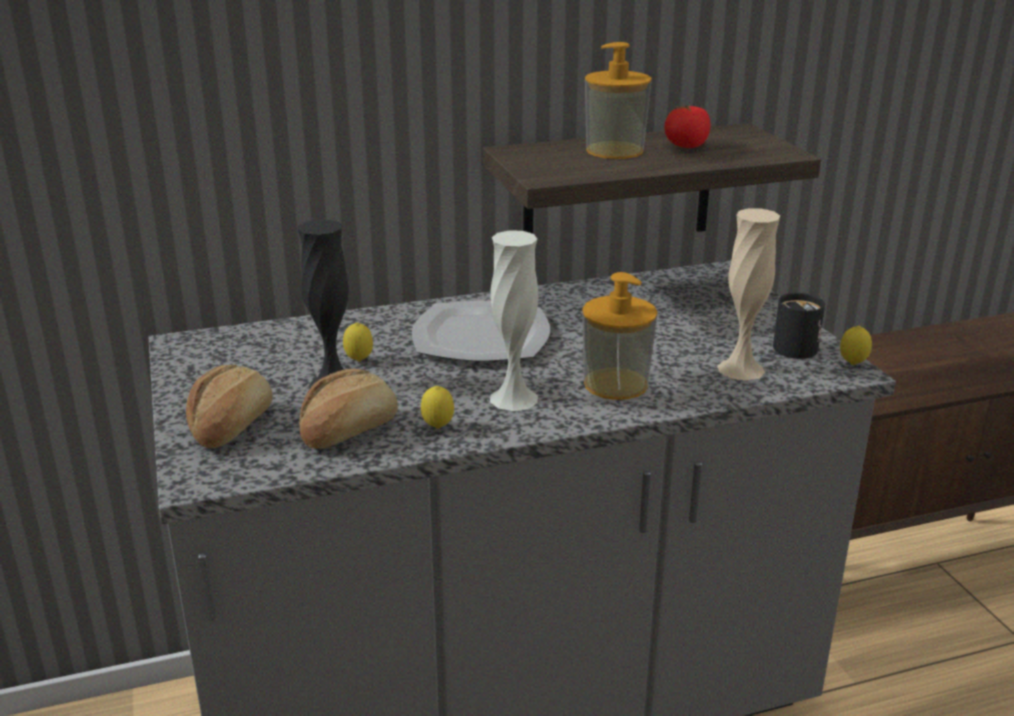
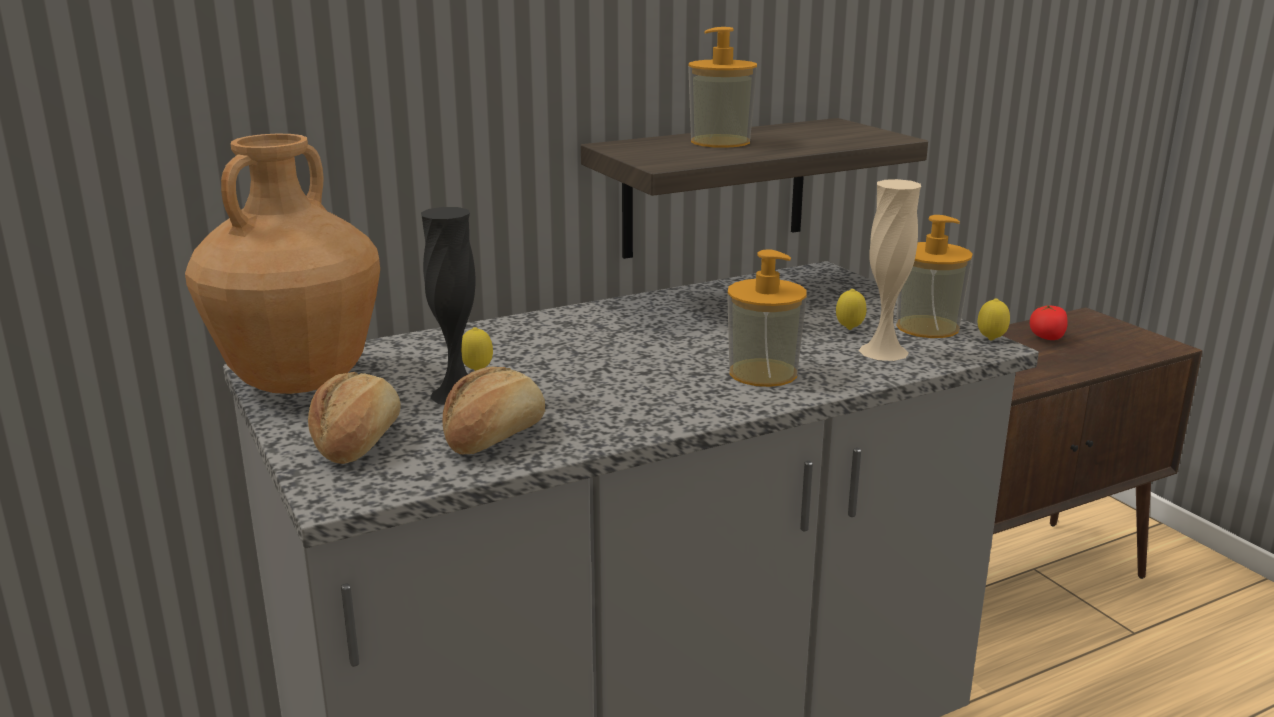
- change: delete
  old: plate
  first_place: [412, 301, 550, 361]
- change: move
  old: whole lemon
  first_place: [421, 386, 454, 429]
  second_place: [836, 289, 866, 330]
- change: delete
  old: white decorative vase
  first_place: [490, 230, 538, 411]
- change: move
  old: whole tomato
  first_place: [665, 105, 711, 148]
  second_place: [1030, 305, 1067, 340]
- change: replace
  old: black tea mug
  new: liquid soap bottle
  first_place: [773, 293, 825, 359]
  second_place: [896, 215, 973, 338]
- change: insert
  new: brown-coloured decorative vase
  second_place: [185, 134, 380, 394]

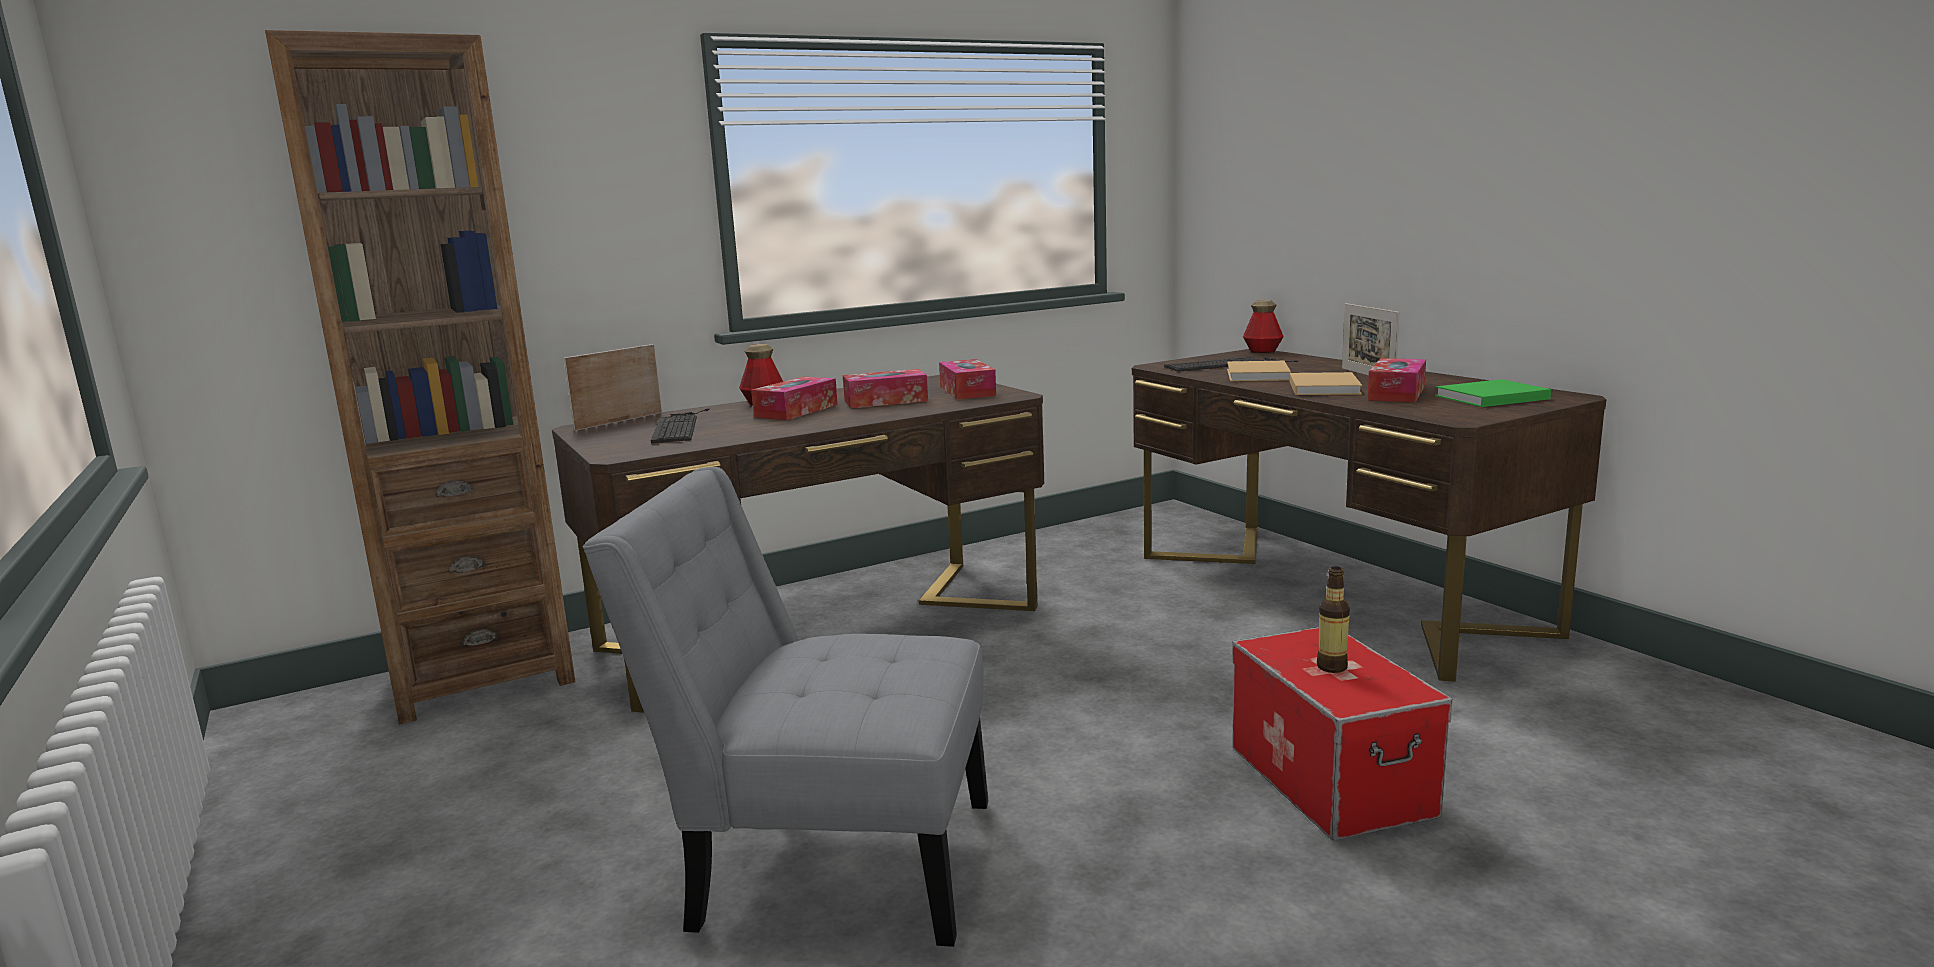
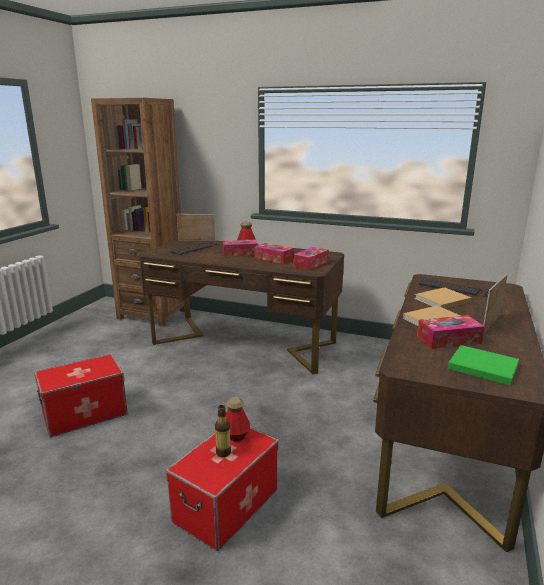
- change: replace
  old: grey chair
  new: storage bin
  first_place: [583, 467, 988, 947]
  second_place: [34, 354, 128, 437]
- change: move
  old: beverage bottle
  first_place: [1243, 300, 1284, 353]
  second_place: [226, 397, 250, 441]

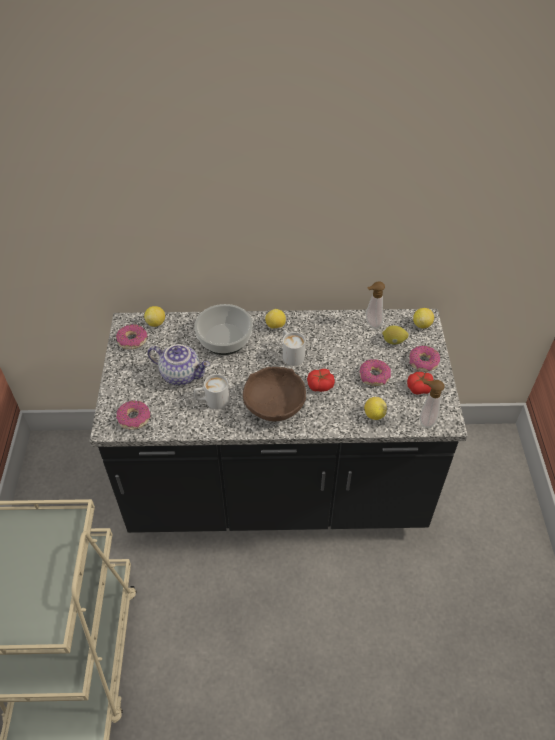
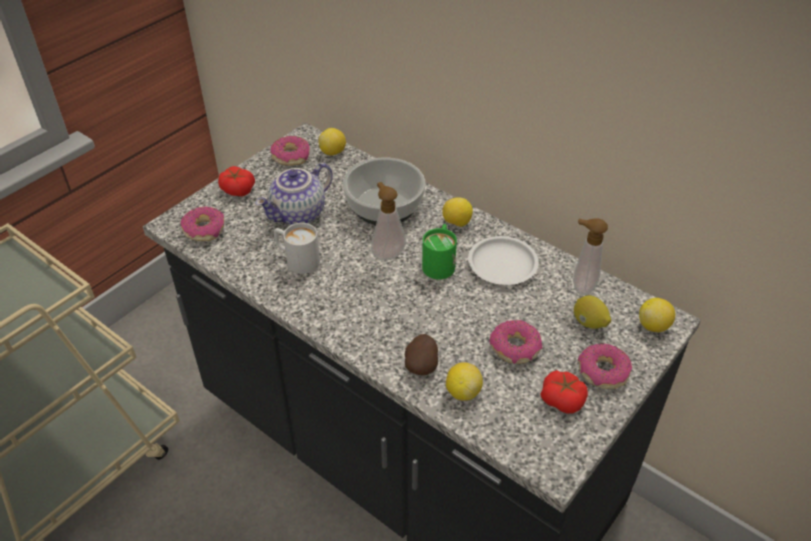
- change: rotate
  old: teapot
  first_place: [148, 344, 210, 385]
  second_place: [256, 163, 333, 225]
  degrees: 75
- change: delete
  old: brown-coloured deep dish
  first_place: [243, 367, 306, 422]
- change: recolor
  old: white tea mug
  new: green-coloured tea mug
  first_place: [283, 330, 306, 366]
  second_place: [422, 224, 457, 279]
- change: move
  old: whole tomato
  first_place: [307, 369, 335, 392]
  second_place: [218, 166, 255, 197]
- change: move
  old: liquid soap bottle
  first_place: [420, 380, 444, 428]
  second_place: [371, 182, 406, 260]
- change: insert
  new: spud
  second_place: [405, 334, 438, 375]
- change: insert
  new: white plate
  second_place: [468, 236, 539, 285]

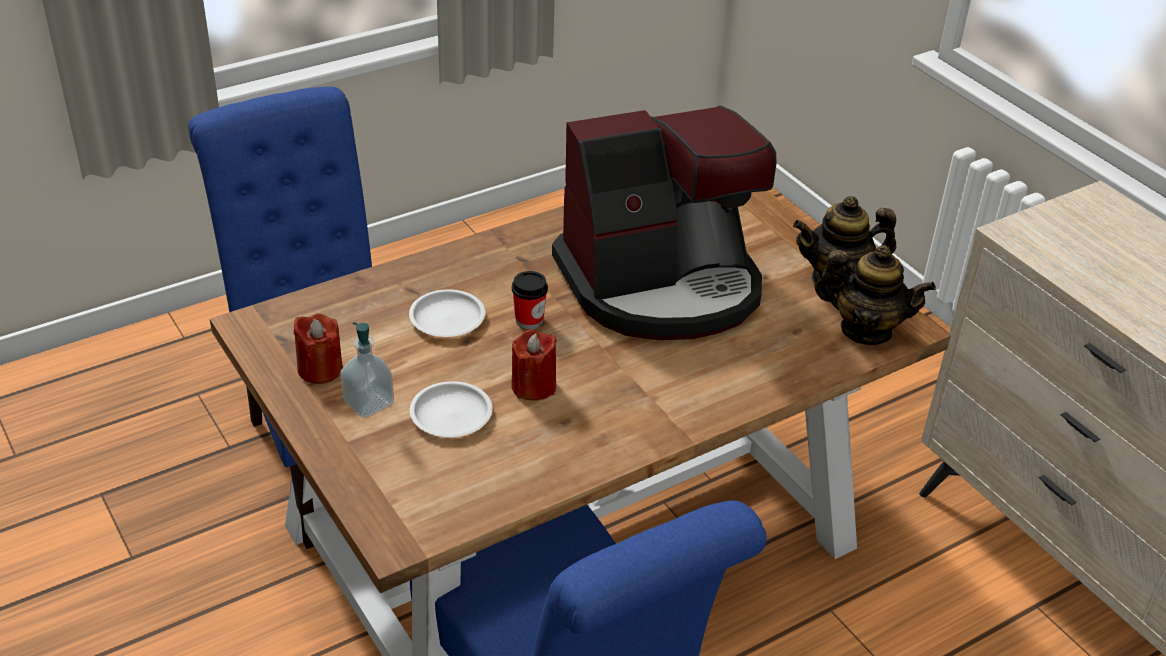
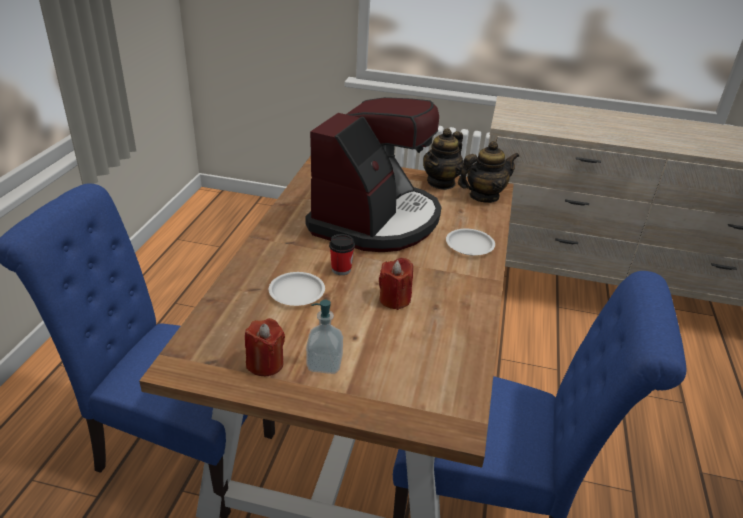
- change: move
  old: white plate
  first_place: [410, 381, 492, 437]
  second_place: [446, 229, 495, 255]

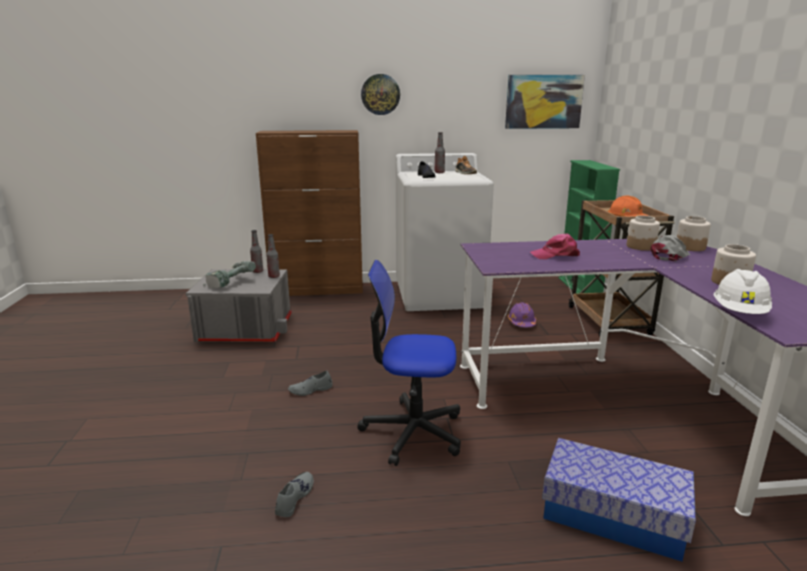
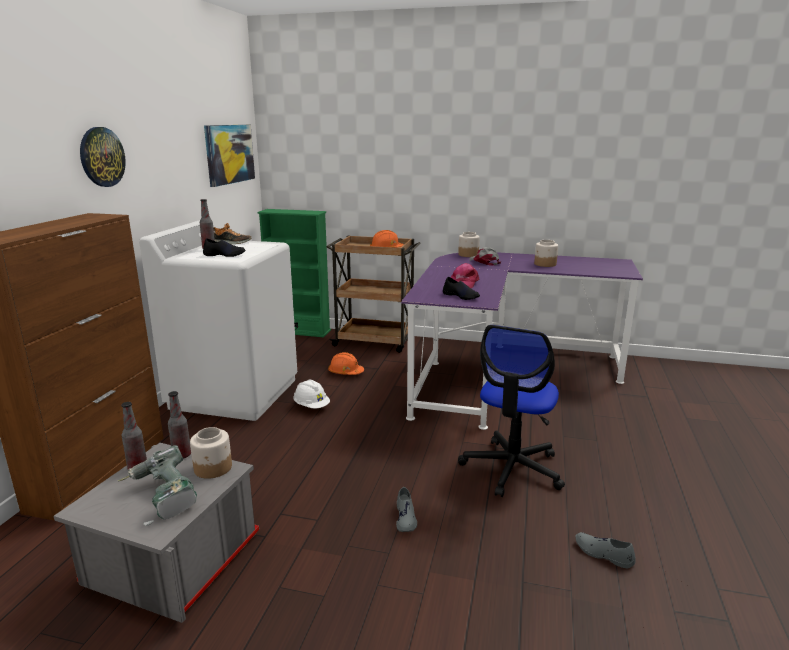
- change: recolor
  old: purplish safety helmet
  new: orange safety helmet
  first_place: [508, 302, 536, 327]
  second_place: [328, 352, 364, 375]
- change: delete
  old: storage bin
  first_place: [542, 438, 696, 561]
- change: move
  old: jar
  first_place: [627, 215, 660, 251]
  second_place: [190, 427, 232, 479]
- change: move
  old: white safety helmet
  first_place: [714, 269, 772, 314]
  second_place: [293, 380, 330, 409]
- change: insert
  new: black item of footwear
  second_place: [443, 277, 480, 300]

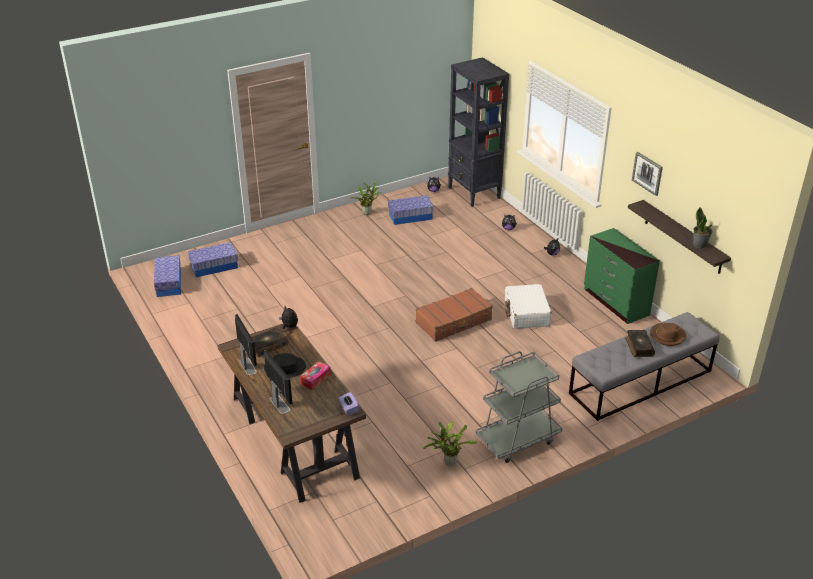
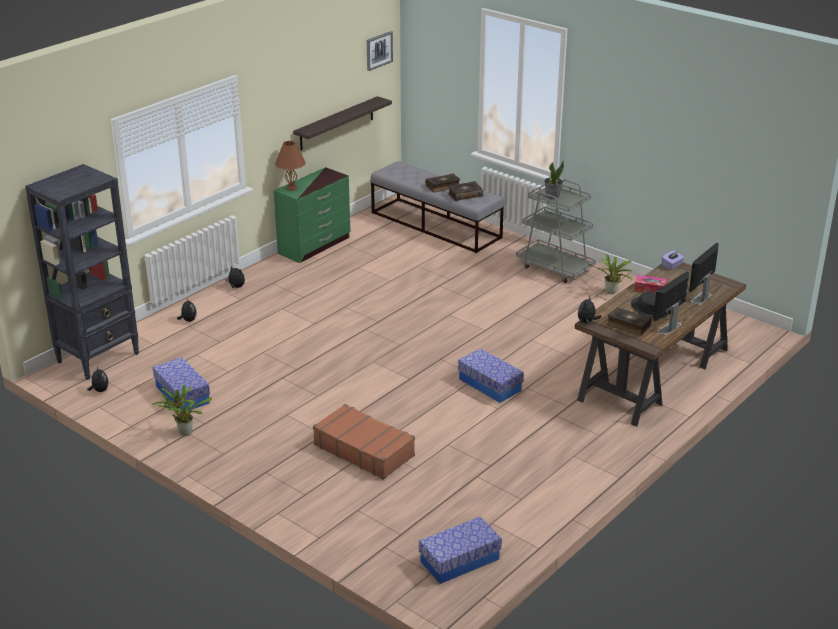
- change: move
  old: storage bin
  first_place: [188, 242, 238, 277]
  second_place: [458, 349, 524, 403]
- change: move
  old: brown-coloured travel case
  first_place: [415, 288, 493, 342]
  second_place: [313, 404, 415, 480]
- change: delete
  old: white travel case
  first_place: [505, 284, 552, 329]
- change: move
  old: picture
  first_place: [632, 152, 663, 196]
  second_place: [367, 31, 393, 71]
- change: delete
  old: brown-coloured wearable hat
  first_place: [650, 323, 686, 346]
- change: move
  old: houseplant
  first_place: [693, 207, 713, 248]
  second_place: [544, 161, 564, 199]
- change: insert
  new: brown-coloured table lamp
  second_place: [275, 141, 306, 191]
- change: insert
  new: book
  second_place: [448, 181, 483, 201]

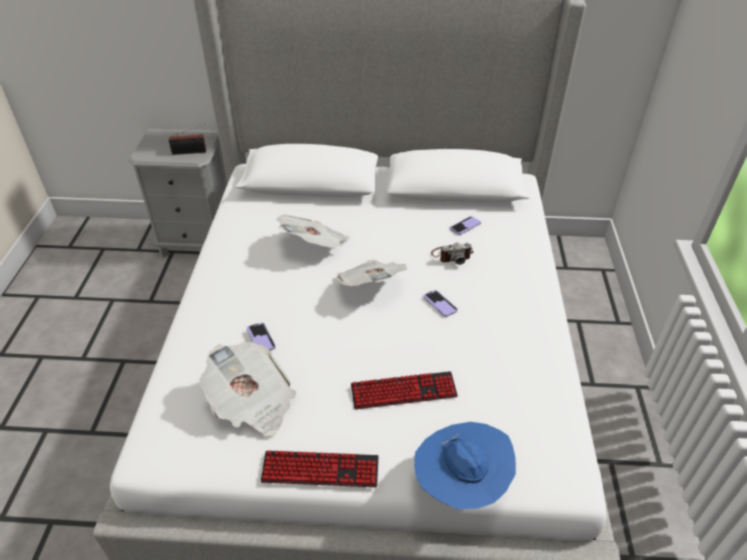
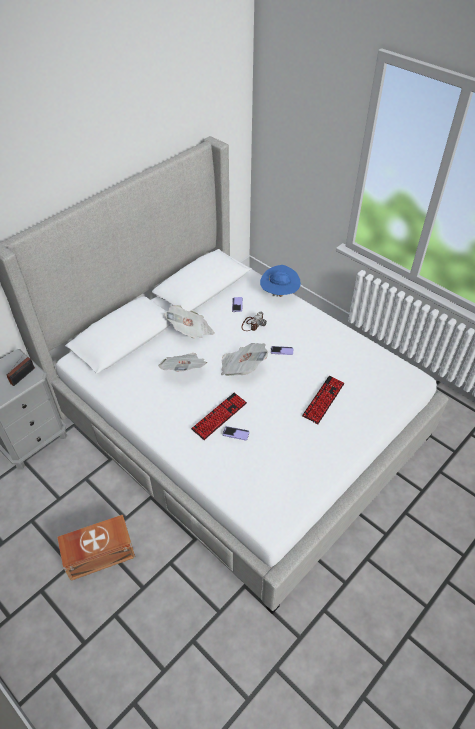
- change: move
  old: newspaper
  first_place: [199, 342, 296, 437]
  second_place: [164, 305, 215, 339]
- change: move
  old: computer keyboard
  first_place: [261, 450, 379, 487]
  second_place: [191, 393, 247, 440]
- change: move
  old: bluish wearable hat
  first_place: [414, 422, 516, 509]
  second_place: [260, 265, 301, 297]
- change: insert
  new: brown-coloured storage bin
  second_place: [57, 515, 135, 581]

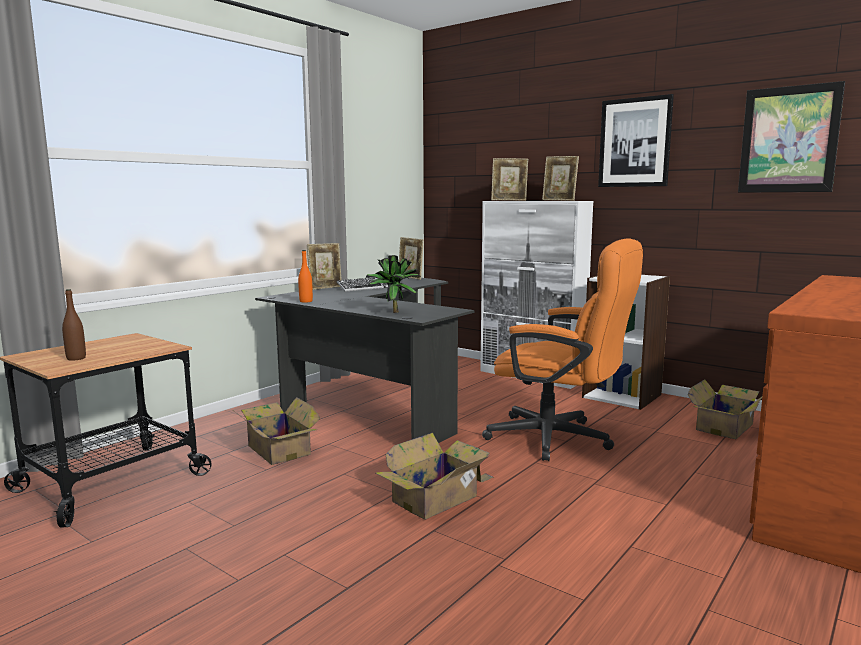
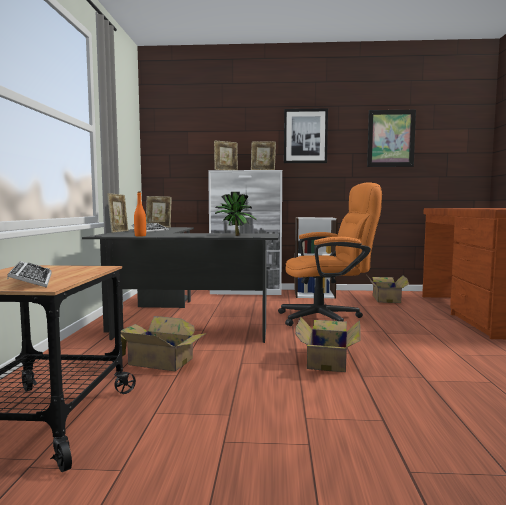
- change: replace
  old: brown-coloured beverage bottle
  new: computer keyboard
  first_place: [62, 289, 86, 361]
  second_place: [7, 261, 52, 288]

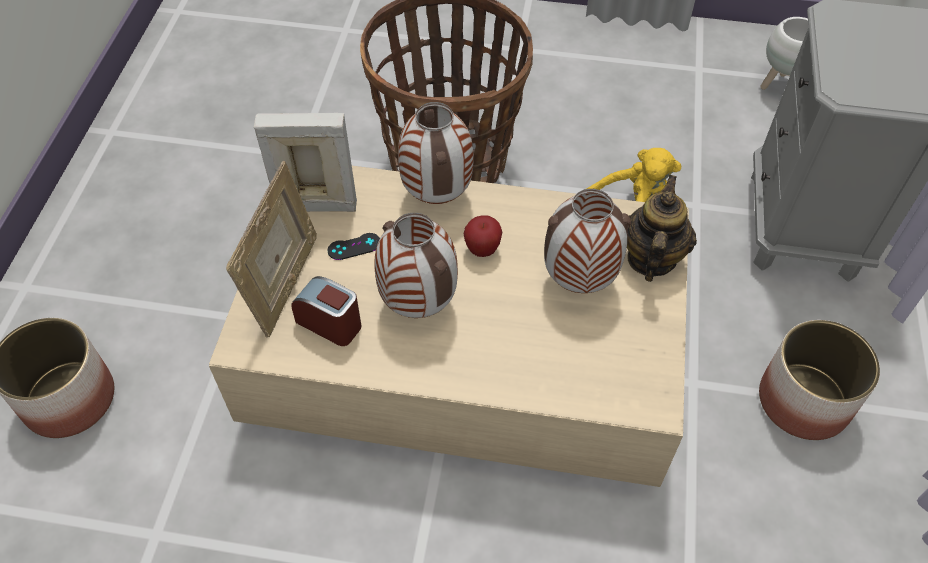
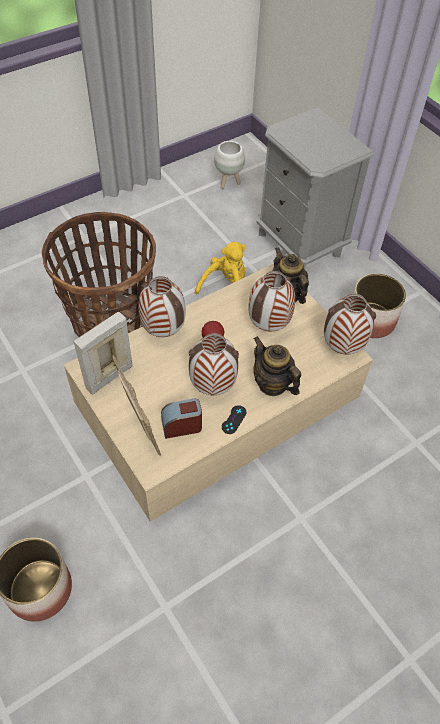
- change: move
  old: black gamepad
  first_place: [327, 233, 380, 260]
  second_place: [222, 405, 246, 434]
- change: insert
  new: teapot
  second_place: [254, 336, 301, 396]
- change: insert
  new: decorative vase
  second_place: [324, 294, 376, 354]

